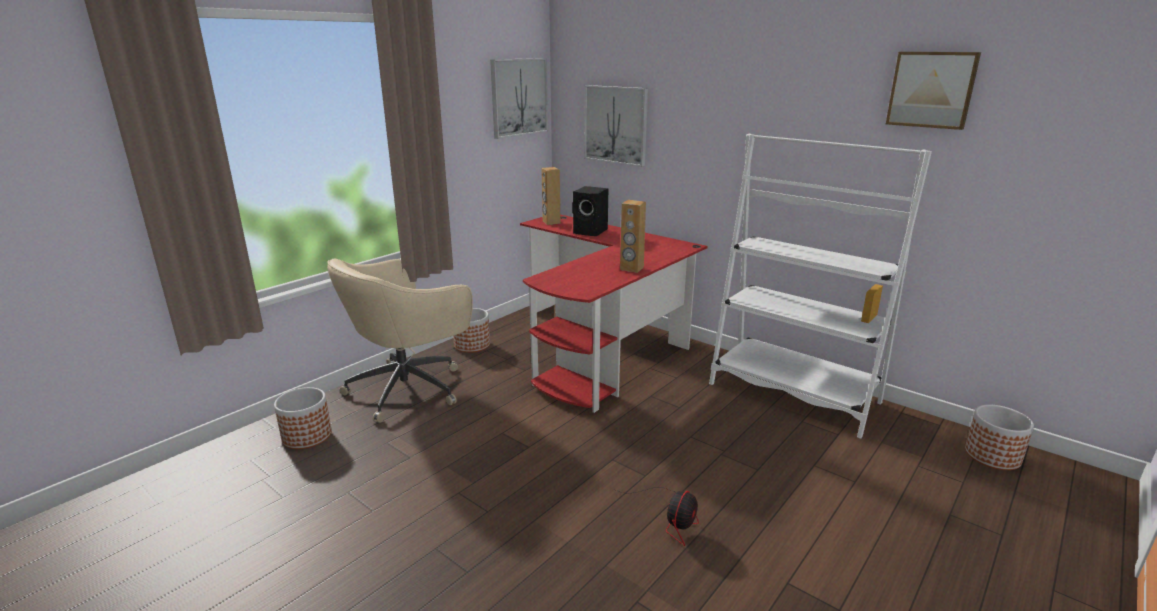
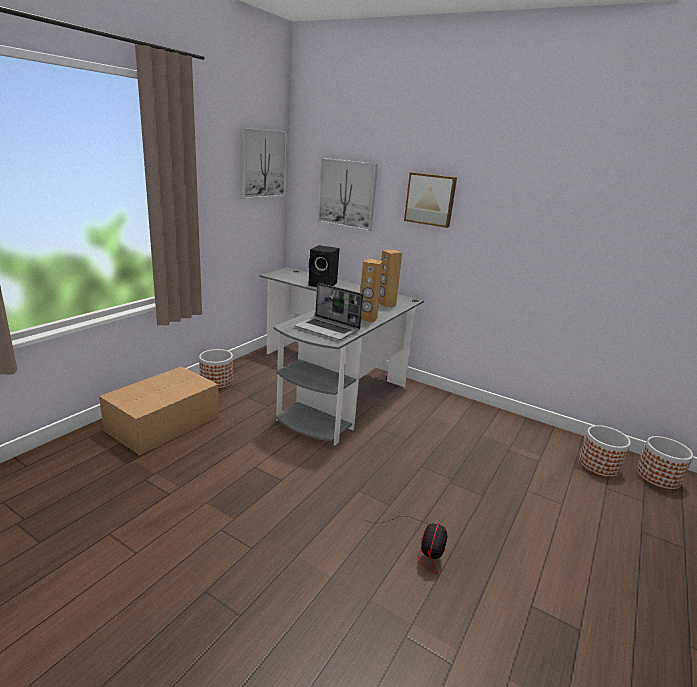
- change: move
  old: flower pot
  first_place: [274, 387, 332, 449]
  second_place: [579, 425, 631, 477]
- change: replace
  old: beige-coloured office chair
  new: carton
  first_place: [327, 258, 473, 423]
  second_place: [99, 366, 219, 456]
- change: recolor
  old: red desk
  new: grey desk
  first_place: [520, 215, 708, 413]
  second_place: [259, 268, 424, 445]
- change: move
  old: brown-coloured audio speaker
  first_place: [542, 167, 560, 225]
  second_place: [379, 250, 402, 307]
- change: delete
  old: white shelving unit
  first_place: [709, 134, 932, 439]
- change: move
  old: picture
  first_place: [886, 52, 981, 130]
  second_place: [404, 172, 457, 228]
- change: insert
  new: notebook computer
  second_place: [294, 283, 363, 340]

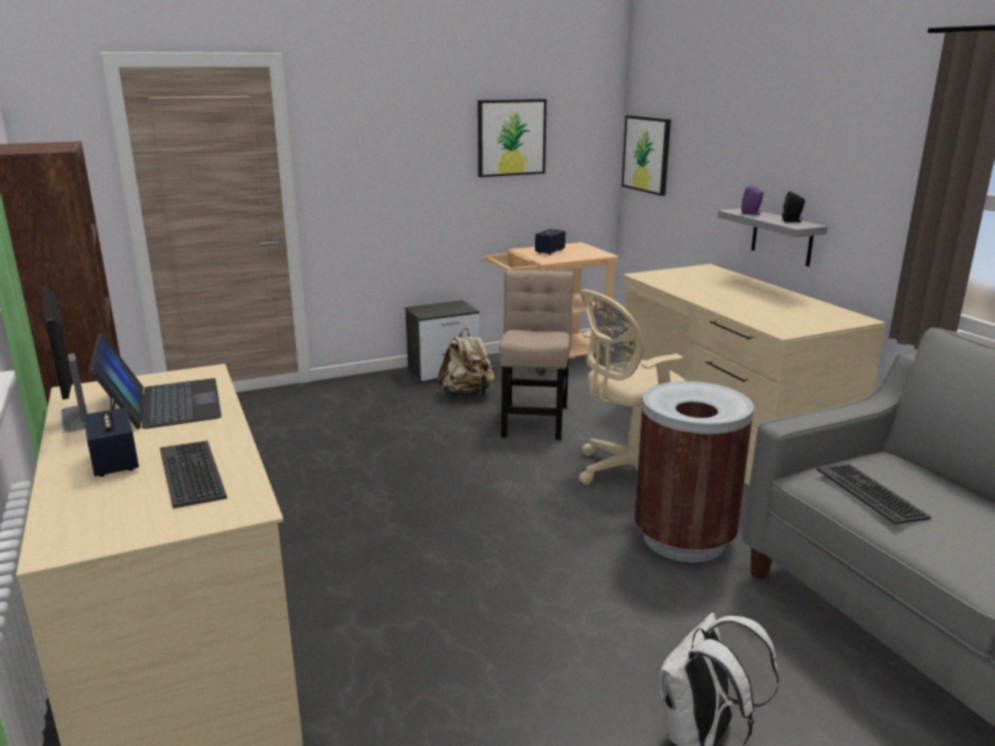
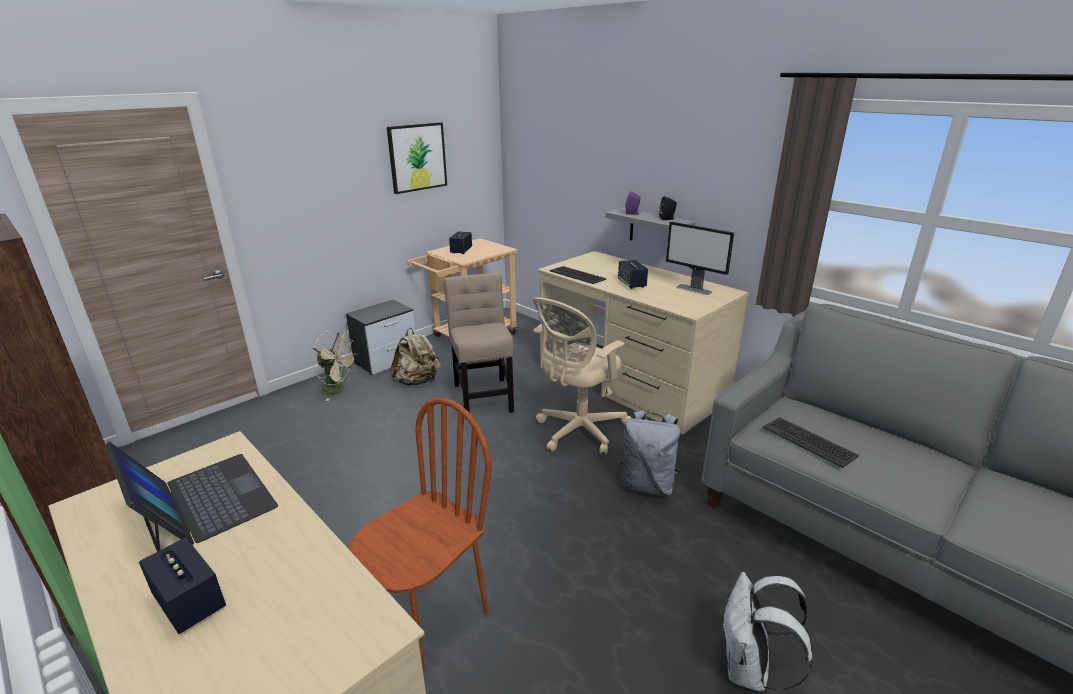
- change: move
  old: computer display
  first_place: [42, 288, 89, 433]
  second_place: [666, 222, 734, 295]
- change: move
  old: computer keyboard
  first_place: [160, 440, 227, 508]
  second_place: [550, 266, 606, 284]
- change: delete
  old: picture
  first_place: [622, 115, 671, 196]
- change: replace
  old: brown-coloured waste bin
  new: grey rucksack
  first_place: [634, 381, 754, 562]
  second_place: [620, 410, 681, 496]
- change: insert
  new: beige-coloured electric fan
  second_place: [312, 331, 358, 401]
- change: insert
  new: brown-coloured chair
  second_place: [348, 398, 492, 672]
- change: insert
  new: audio speaker
  second_place: [618, 260, 648, 289]

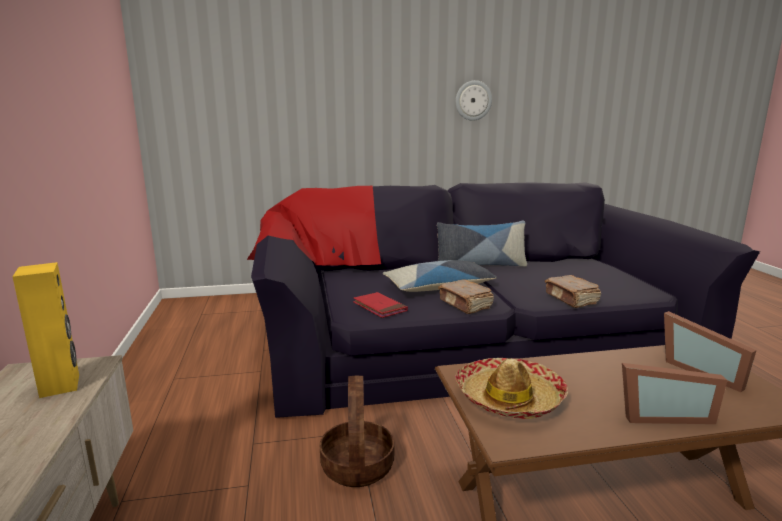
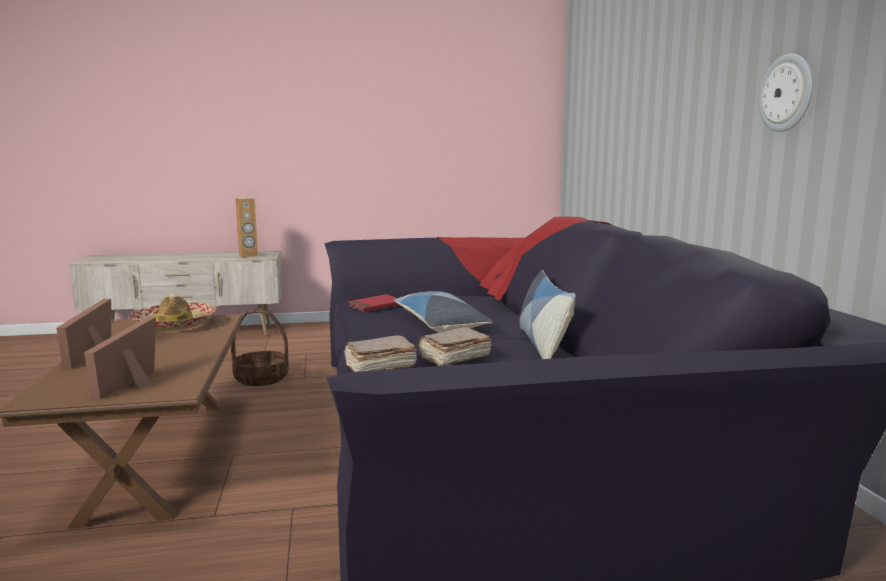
- change: recolor
  old: yellow-coloured audio speaker
  new: brown-coloured audio speaker
  first_place: [13, 262, 79, 398]
  second_place: [235, 198, 258, 257]
- change: move
  old: brown-coloured book
  first_place: [438, 279, 494, 314]
  second_place: [419, 327, 492, 366]
- change: rotate
  old: picture frame
  first_place: [664, 311, 757, 392]
  second_place: [84, 317, 156, 399]
  degrees: -45

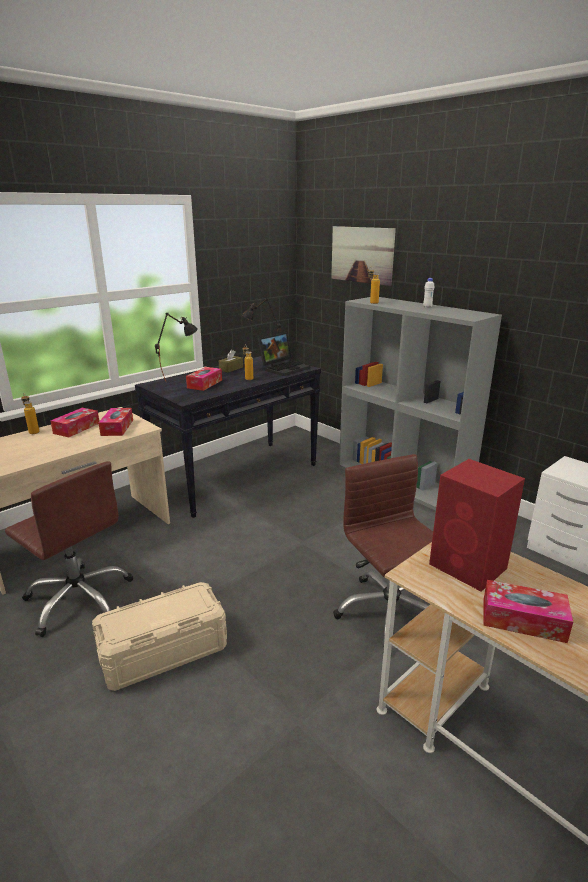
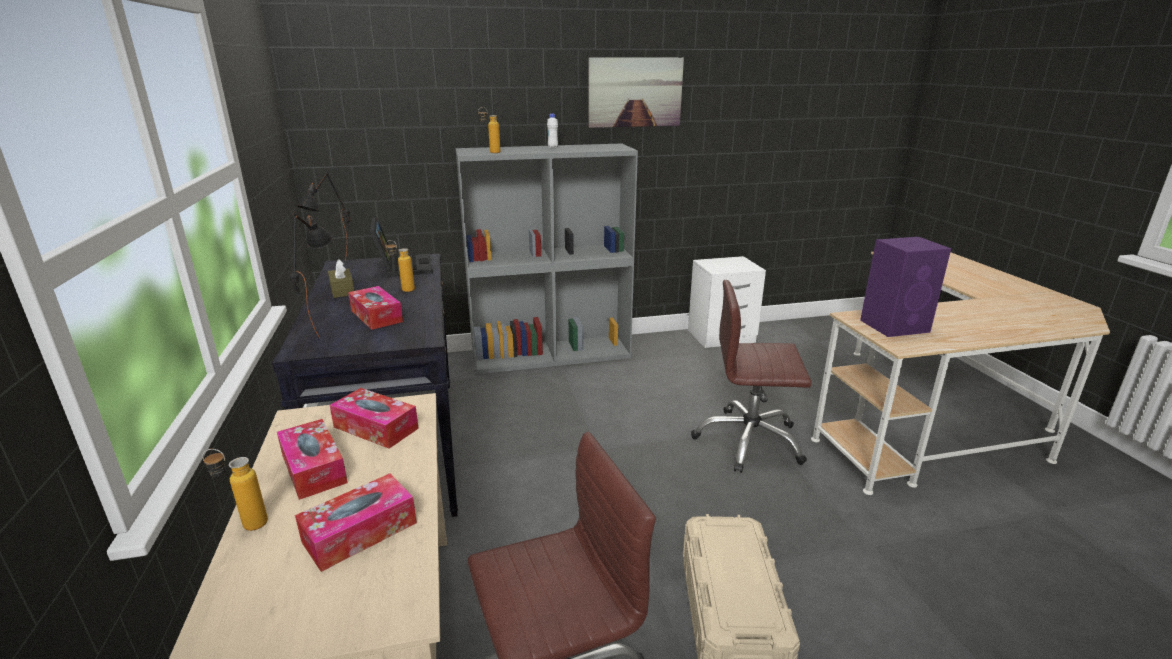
- change: move
  old: picture
  first_place: [331, 226, 396, 286]
  second_place: [588, 57, 684, 128]
- change: recolor
  old: red audio speaker
  new: purplish audio speaker
  first_place: [429, 459, 525, 592]
  second_place: [860, 237, 951, 337]
- change: move
  old: tissue holder
  first_place: [483, 580, 573, 643]
  second_place: [295, 473, 417, 572]

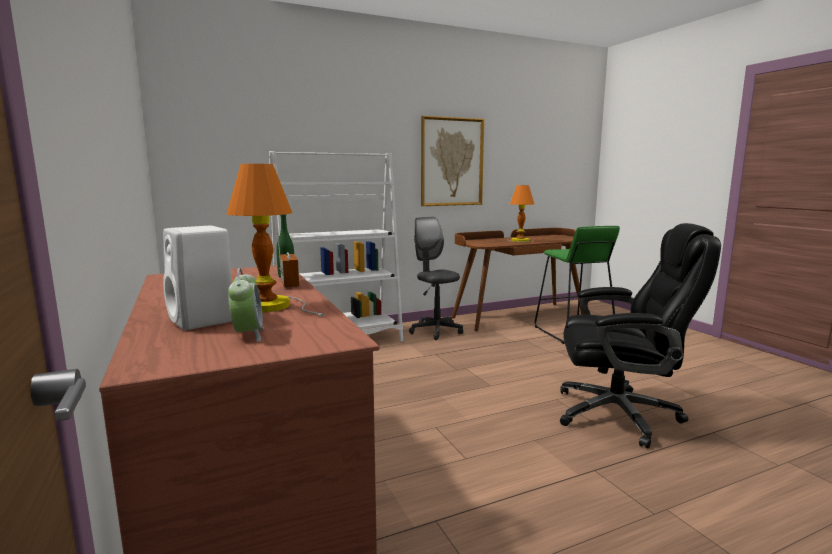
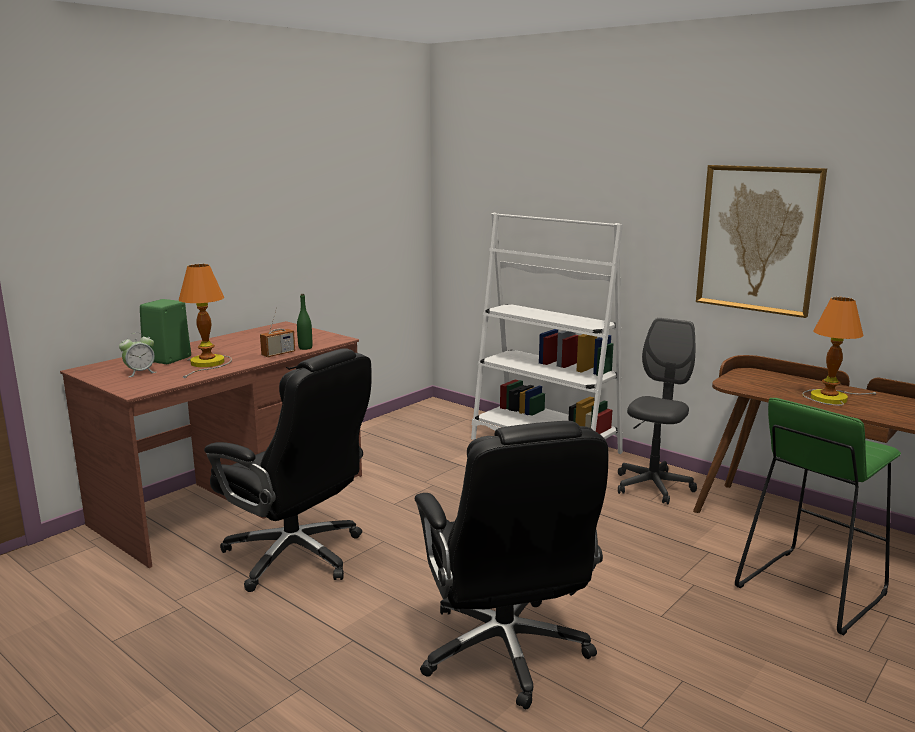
- change: recolor
  old: white audio speaker
  new: green-coloured audio speaker
  first_place: [163, 226, 232, 330]
  second_place: [140, 299, 191, 364]
- change: insert
  new: black office chair
  second_place: [204, 348, 372, 592]

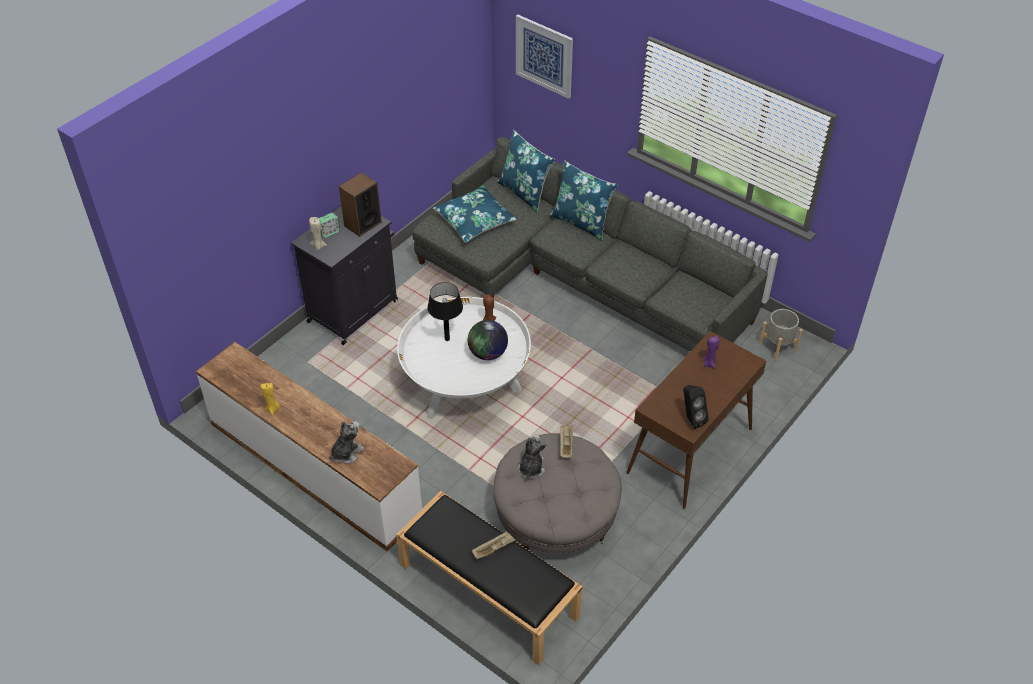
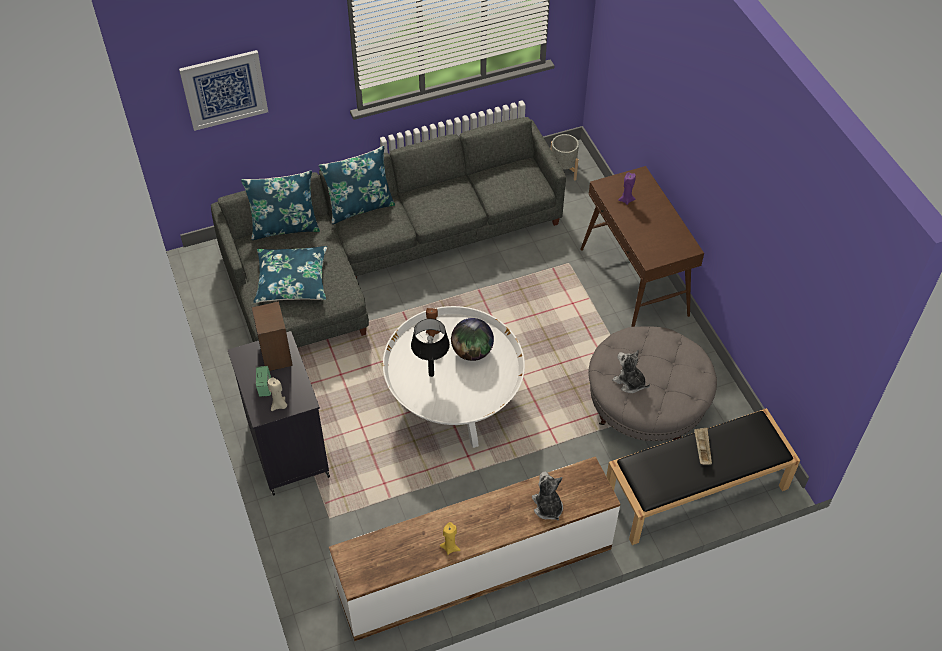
- change: delete
  old: beige-coloured serving tray
  first_place: [560, 425, 573, 458]
- change: delete
  old: black audio speaker
  first_place: [683, 385, 709, 429]

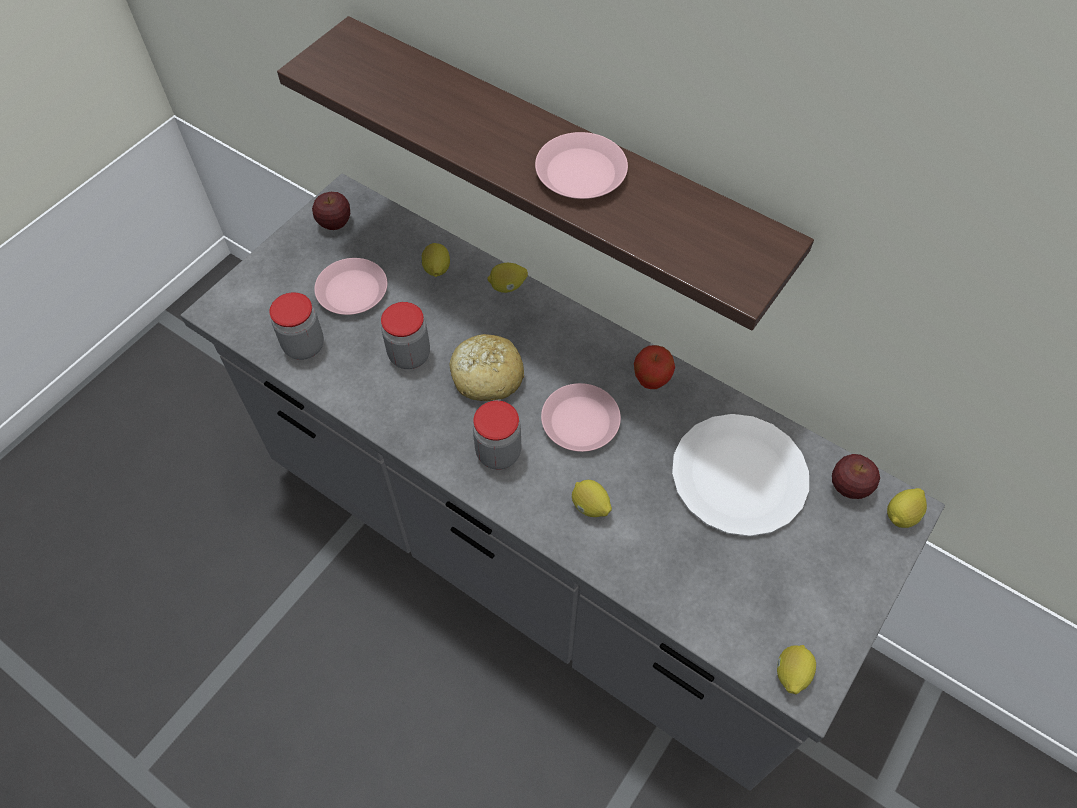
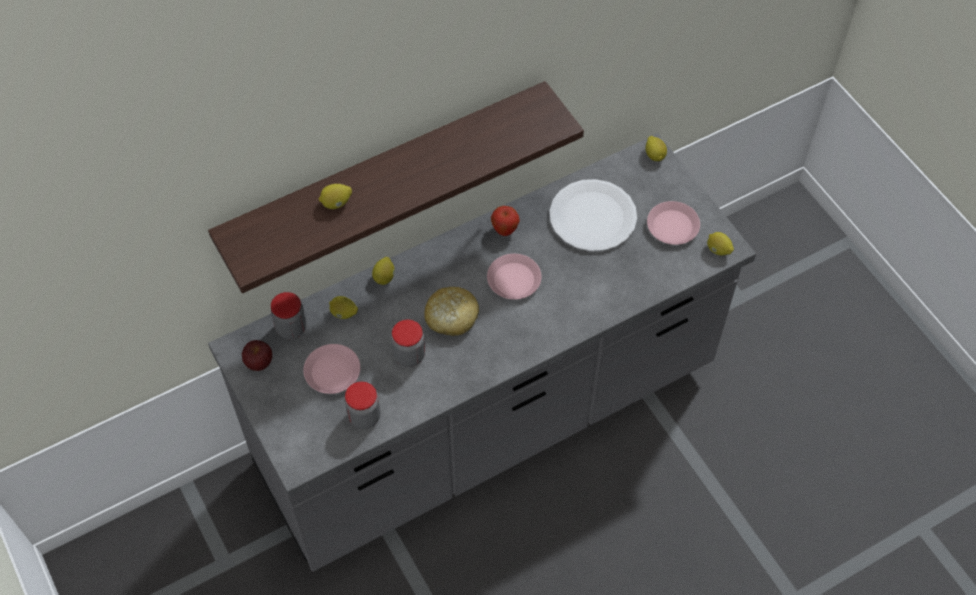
- change: move
  old: jar
  first_place: [473, 401, 521, 470]
  second_place: [271, 292, 306, 339]
- change: move
  old: pinkish plate
  first_place: [535, 132, 628, 199]
  second_place: [647, 201, 700, 245]
- change: move
  old: whole lemon
  first_place: [572, 480, 612, 517]
  second_place: [319, 184, 352, 209]
- change: delete
  old: apple
  first_place: [832, 454, 880, 499]

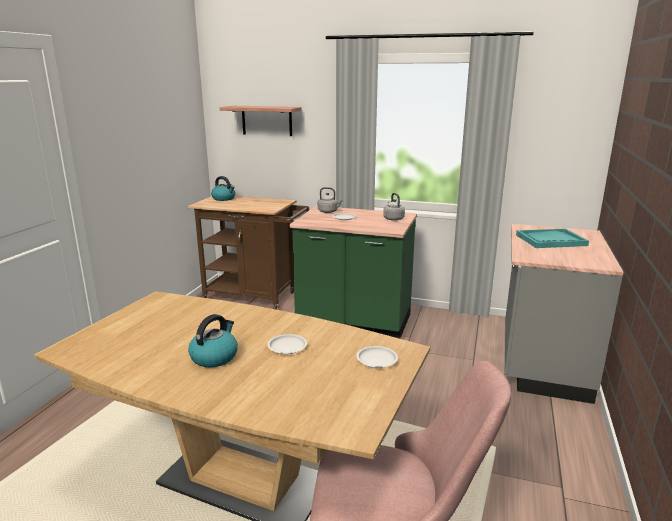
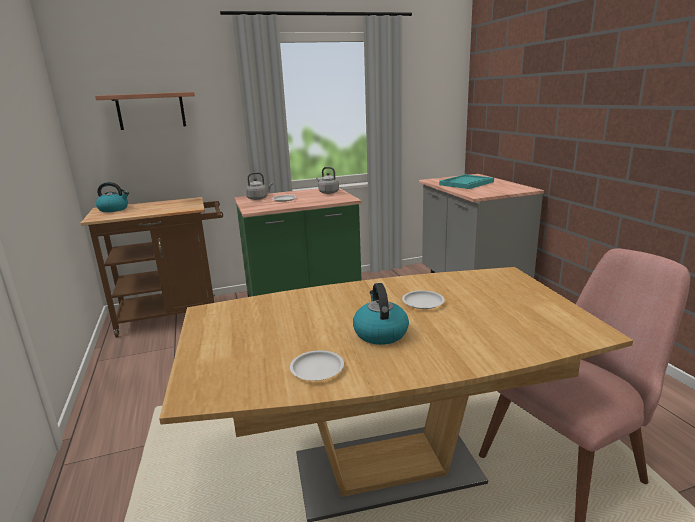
- change: move
  old: white plate
  first_place: [356, 346, 398, 368]
  second_place: [290, 350, 344, 381]

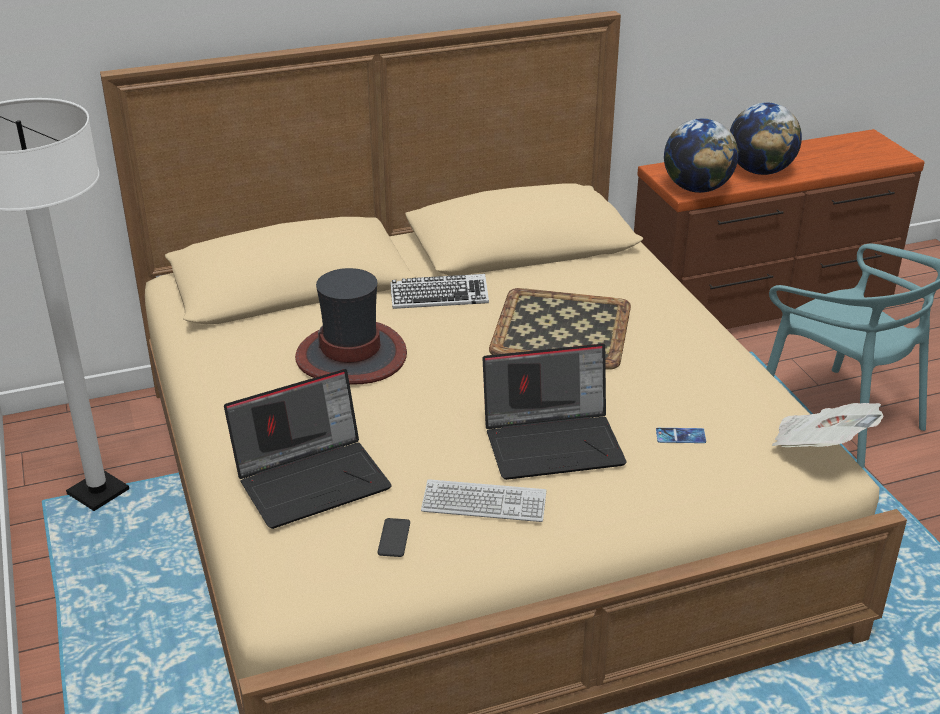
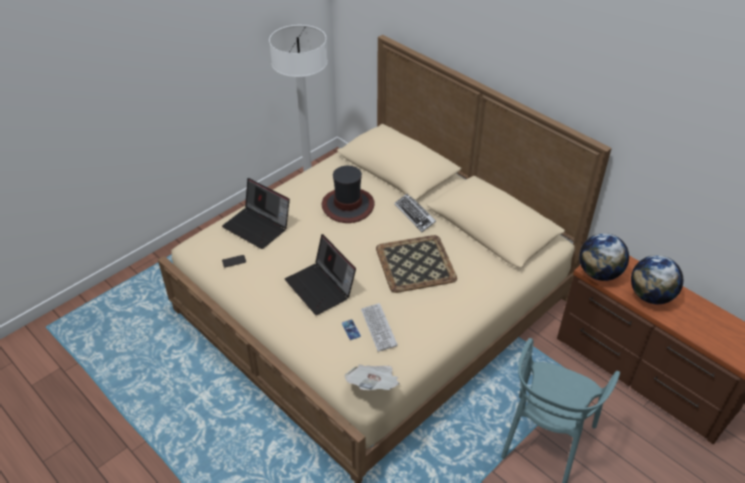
- change: move
  old: computer keyboard
  first_place: [421, 479, 546, 522]
  second_place: [361, 303, 398, 352]

